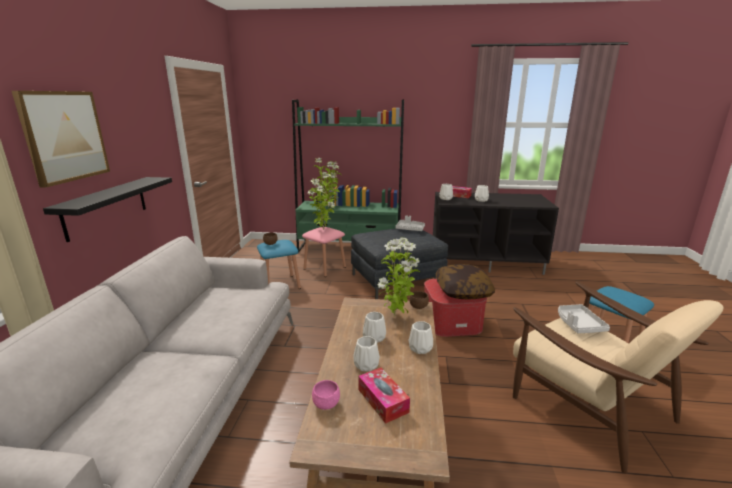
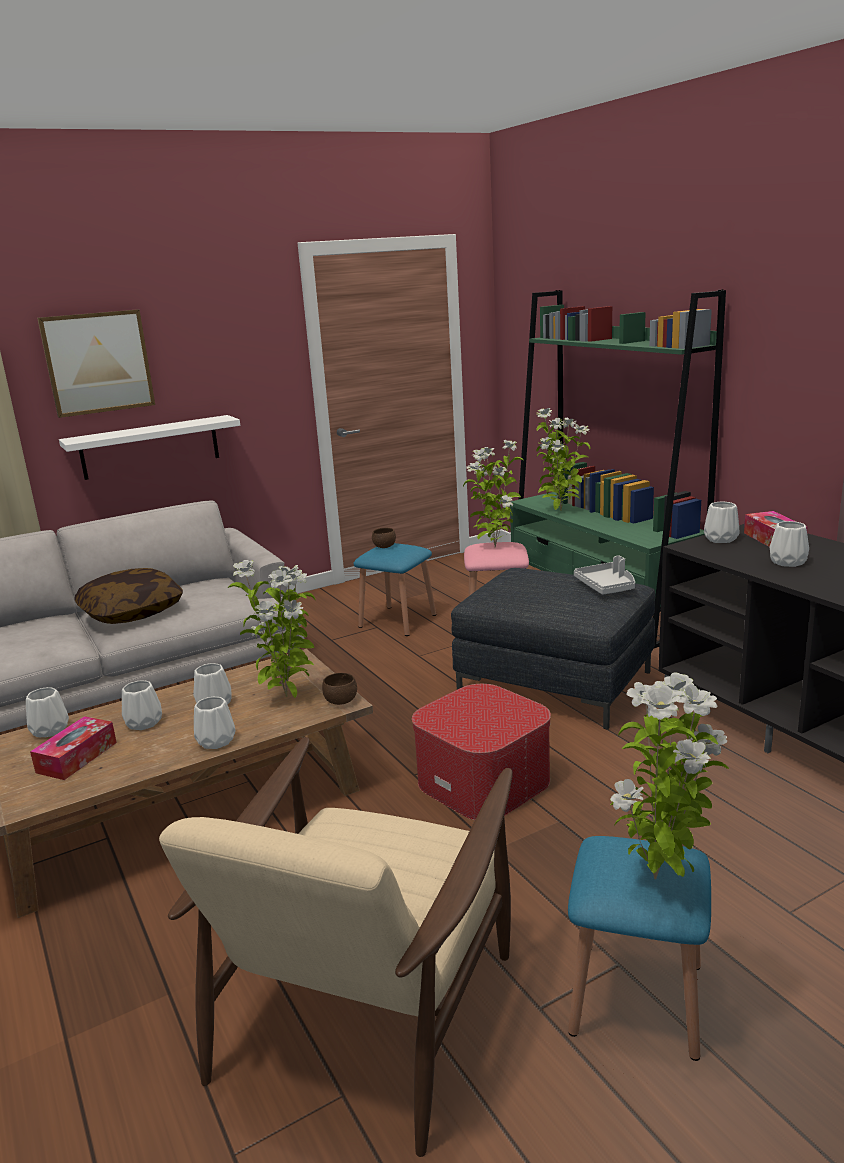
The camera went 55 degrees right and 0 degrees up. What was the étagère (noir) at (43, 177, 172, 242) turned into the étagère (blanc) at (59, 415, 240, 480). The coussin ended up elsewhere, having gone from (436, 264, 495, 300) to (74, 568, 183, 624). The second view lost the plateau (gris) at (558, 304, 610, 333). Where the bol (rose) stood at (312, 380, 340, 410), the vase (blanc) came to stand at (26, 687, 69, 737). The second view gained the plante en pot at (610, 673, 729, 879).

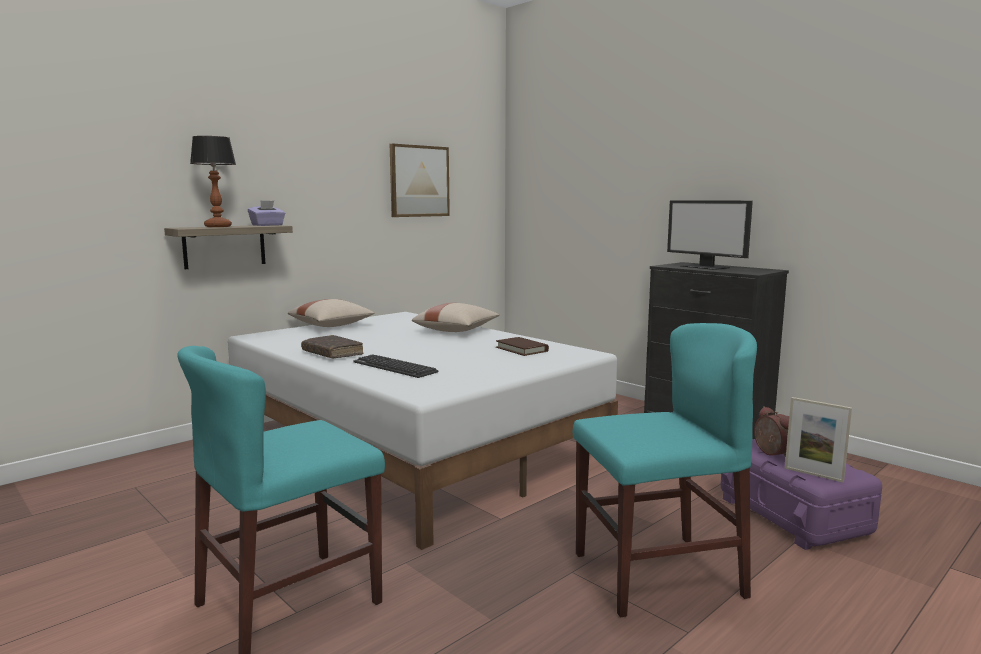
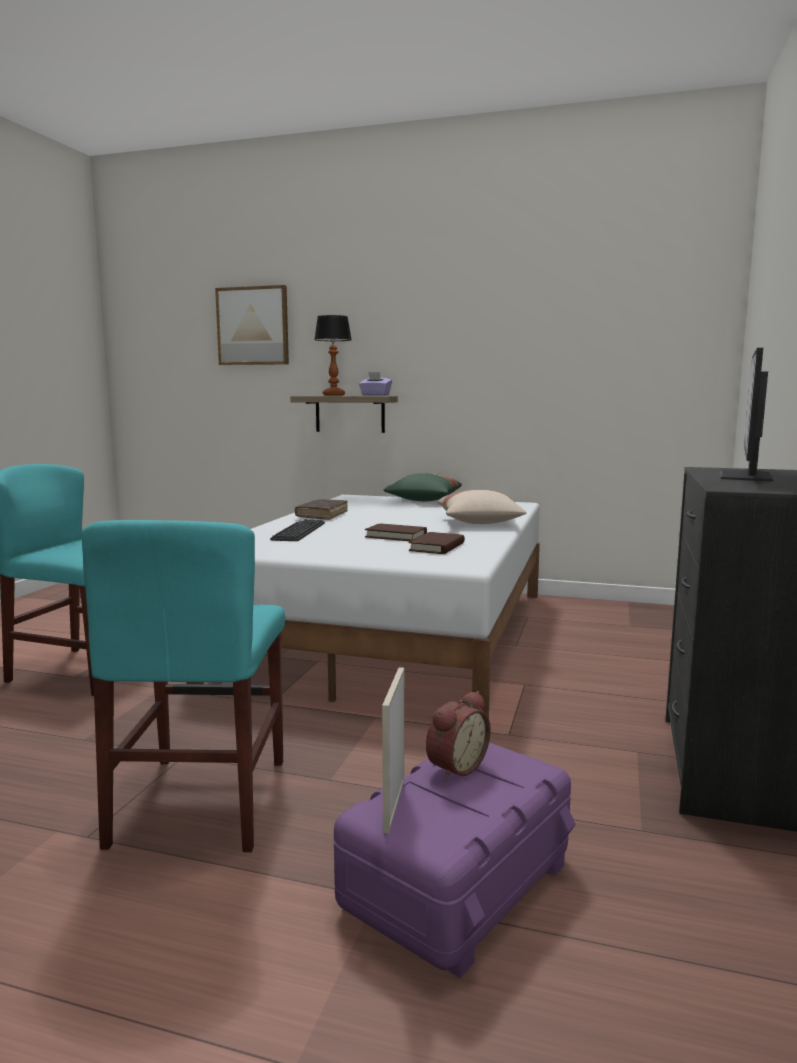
The camera went 60 degrees right and 0 degrees up. The tableau ended up elsewhere, having gone from (390, 143, 450, 217) to (215, 285, 289, 365). What was the coussin (beige) at (288, 299, 375, 327) turned into the coussin (vert) at (384, 473, 462, 501). The chaise (turquoise) at (573, 323, 757, 617) ended up facing another way, 45 degrees clockwise from before. The second view gained the livre (marron) at (365, 523, 427, 541).

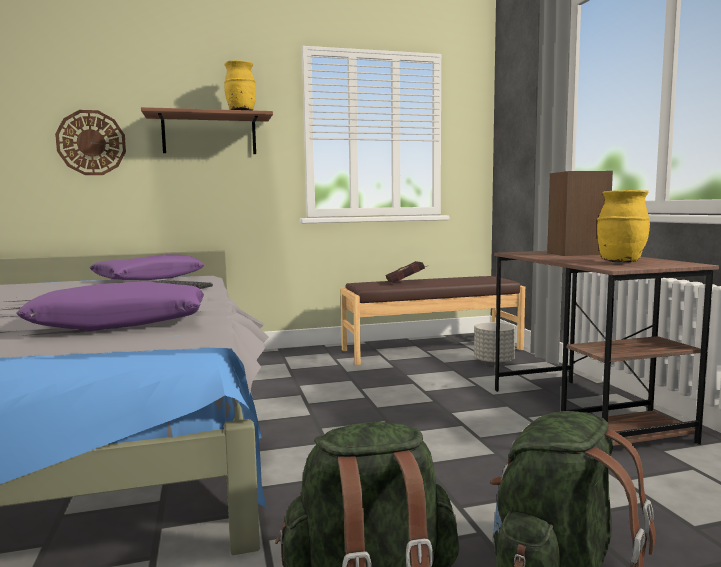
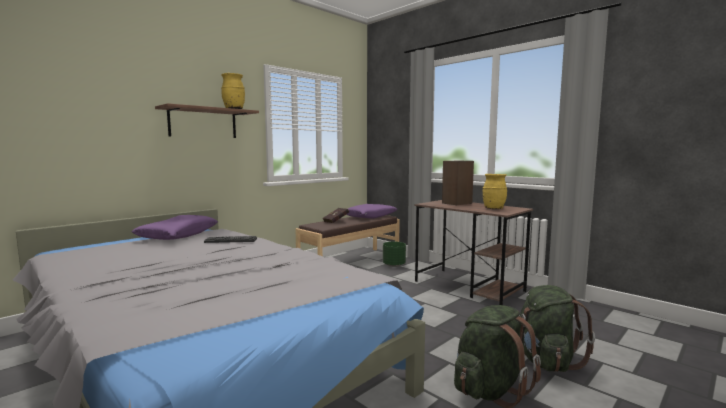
The camera went 30 degrees left and 0 degrees up. The second view lost the horloge murale at (55, 110, 126, 175). The coussin (violet) ended up elsewhere, having gone from (16, 281, 204, 331) to (347, 204, 397, 219). What was the cache-pot (gris) at (474, 322, 515, 365) turned into the cache-pot (vert) at (383, 242, 406, 267).

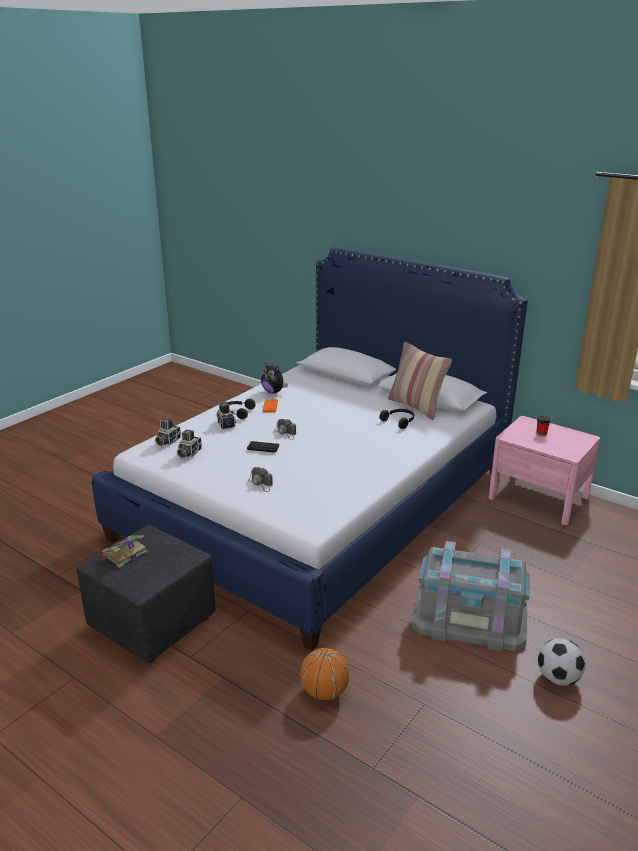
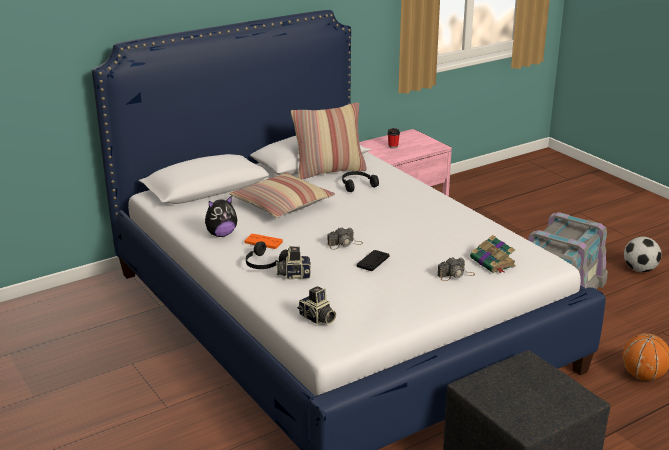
The camera went 70 degrees left and 0 degrees up. The second view lost the appareil photo at (177, 430, 202, 458). The livre ended up elsewhere, having gone from (100, 535, 148, 568) to (470, 235, 516, 273). The second view gained the coussin at (229, 172, 335, 218).

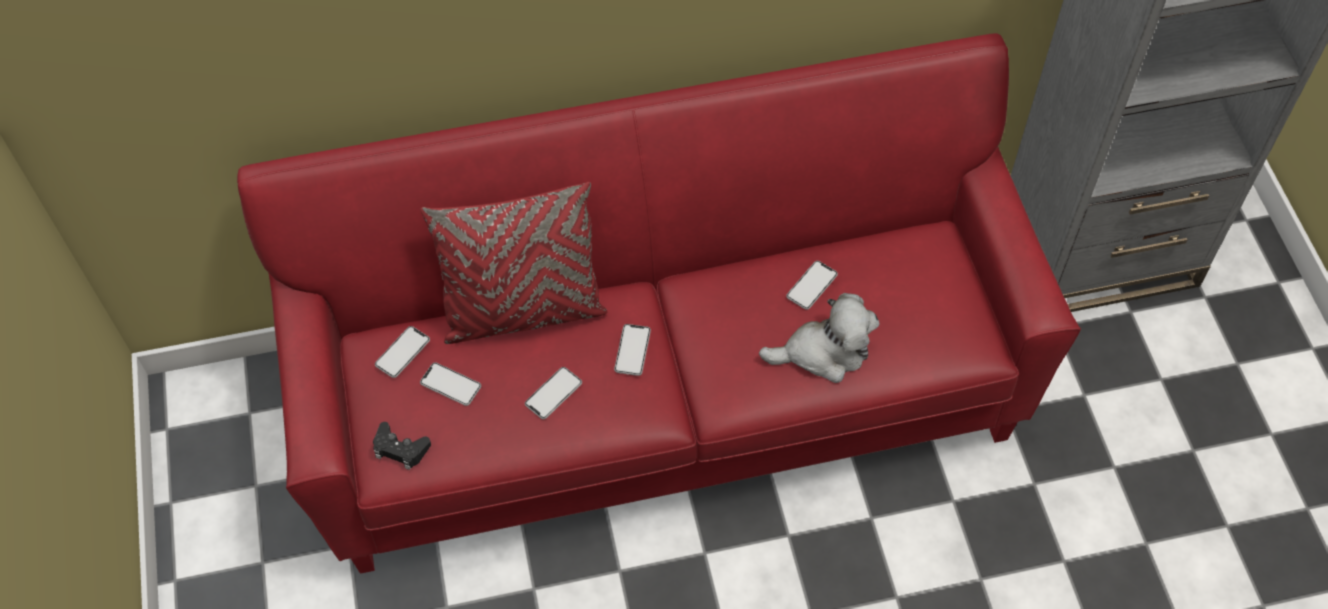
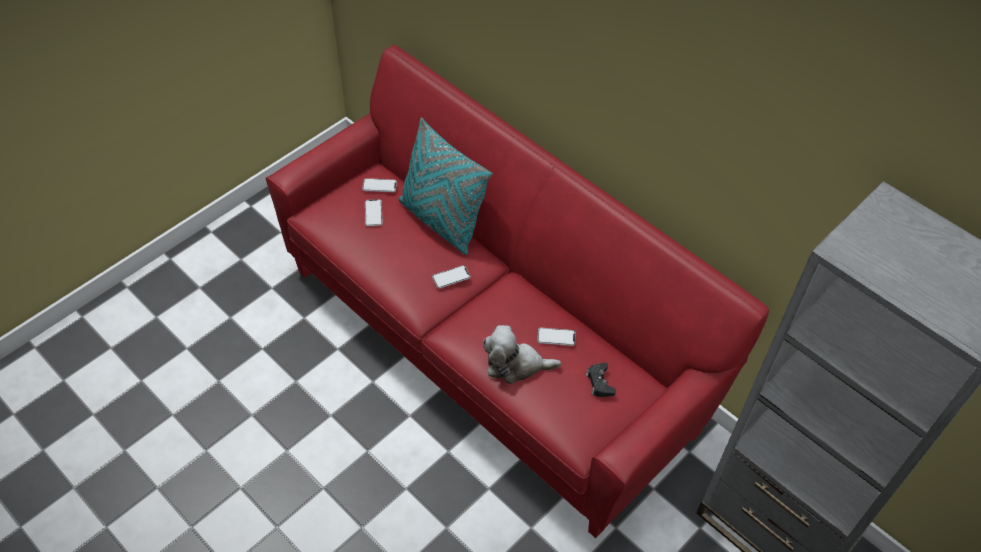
The camera went 55 degrees right and 5 degrees down. What was the coussin (rouge) at (420, 182, 608, 344) turned into the coussin (turquoise) at (398, 118, 493, 255). The peluche at (759, 293, 880, 383) ended up facing another way, 135 degrees clockwise from before. The second view lost the téléphone at (525, 367, 582, 419). The manette (noir) ended up elsewhere, having gone from (373, 422, 431, 470) to (586, 362, 616, 397).

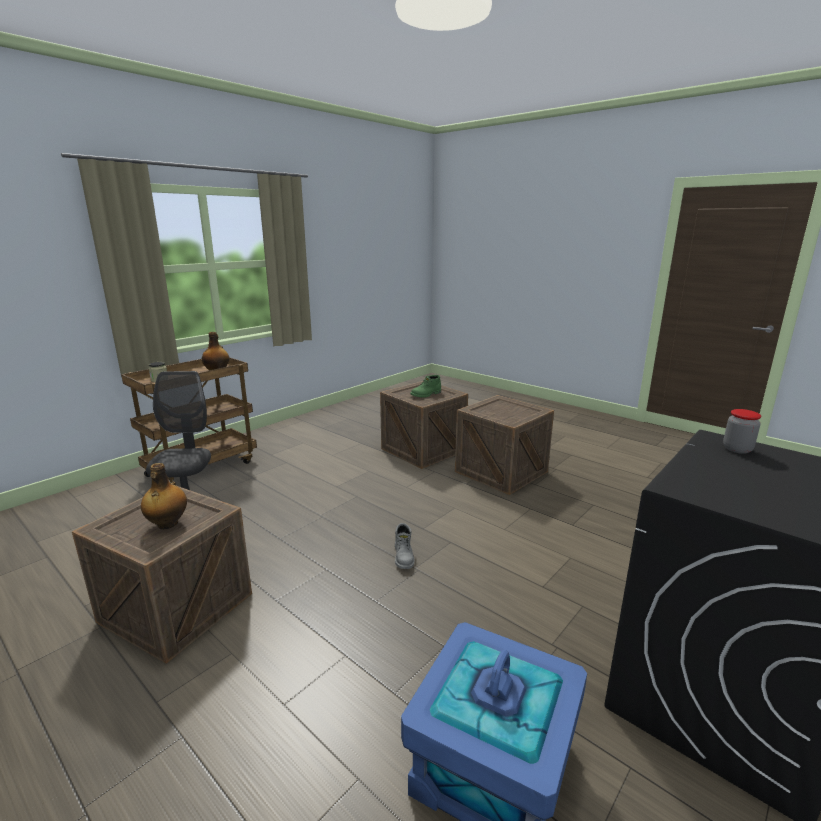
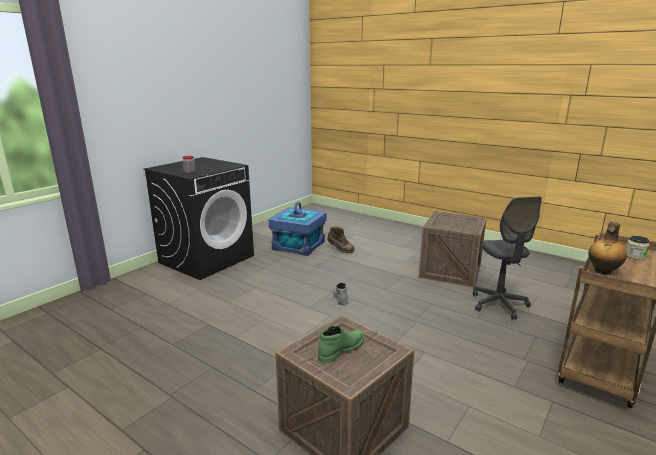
The camera went 175 degrees right and 0 degrees up. The second view lost the caisse at (455, 395, 554, 495). The second view lost the bouteille at (141, 463, 187, 529). The second view gained the botte (marron) at (327, 226, 355, 253).

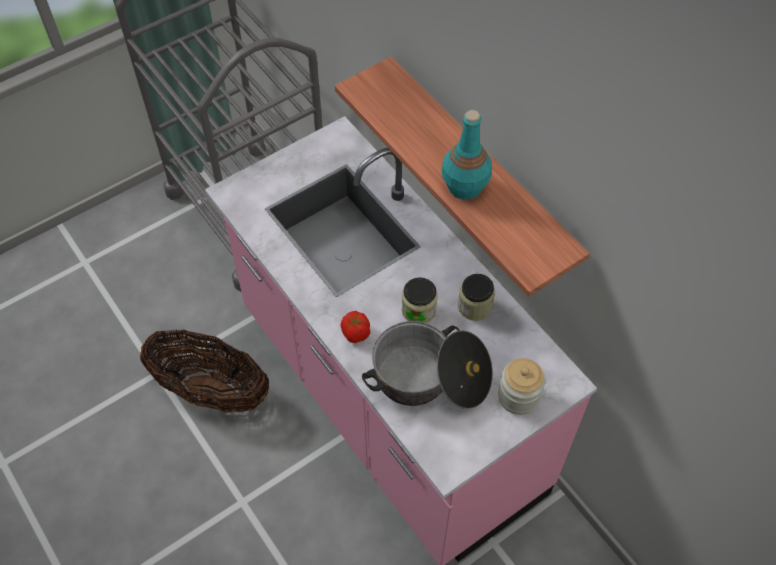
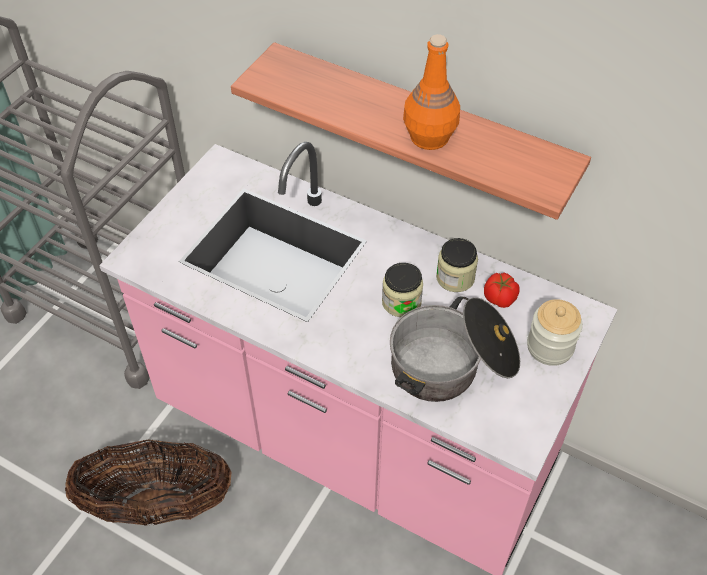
The camera went 25 degrees left and 5 degrees down. What was the bouteille (turquoise) at (442, 110, 492, 200) turned into the bouteille (orange) at (403, 34, 460, 150). The tomate ended up elsewhere, having gone from (341, 311, 370, 343) to (484, 272, 519, 308).

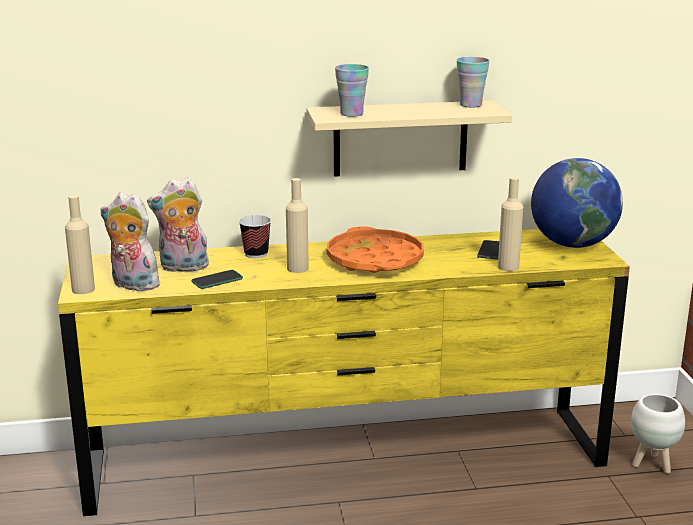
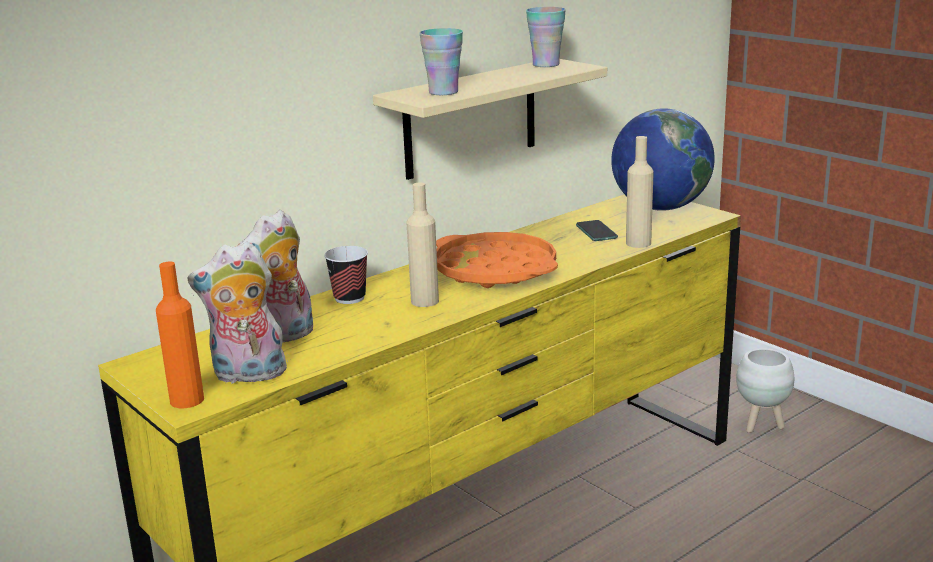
The camera went 30 degrees left and 0 degrees up. What was the bouteille (beige) at (65, 195, 95, 294) turned into the bouteille (orange) at (156, 262, 204, 408). The second view lost the téléphone at (191, 270, 243, 289).

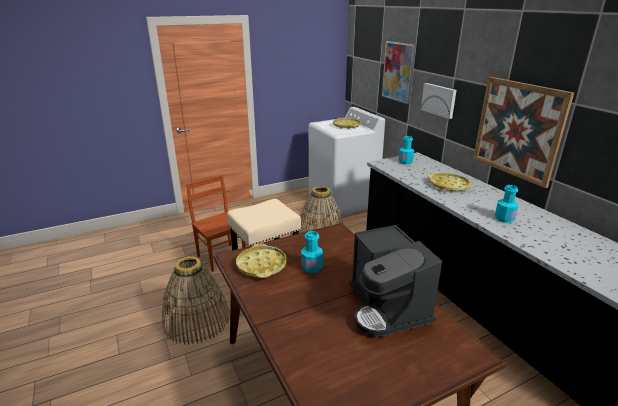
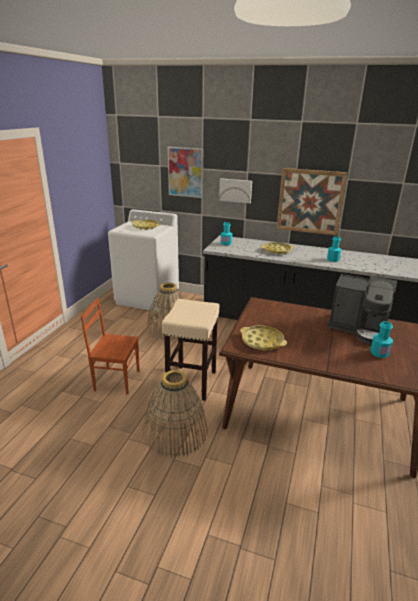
The camera went 45 degrees left and 0 degrees up. The bouteille (turquoise) ended up elsewhere, having gone from (301, 231, 323, 273) to (370, 321, 393, 358).

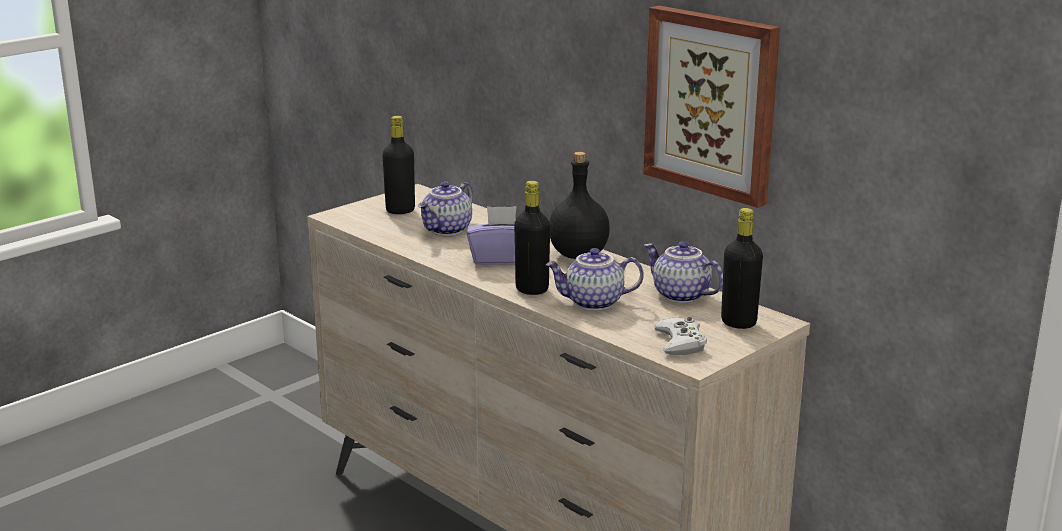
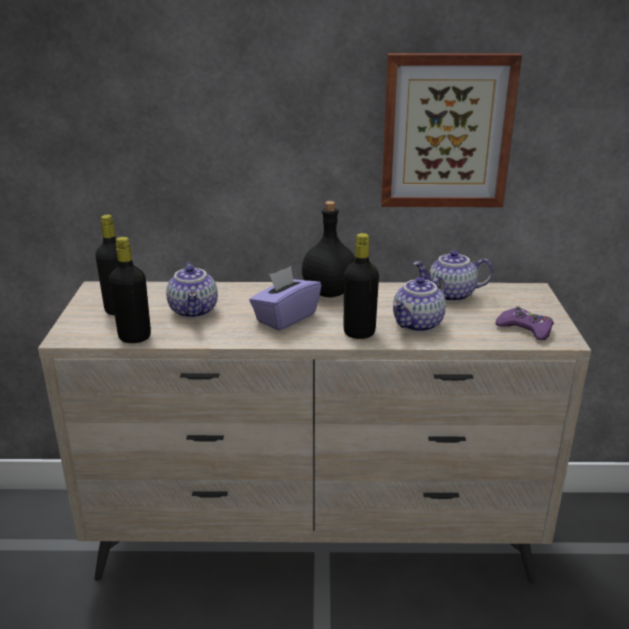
The camera went 45 degrees left and 5 degrees up. The bouteille (noir) ended up elsewhere, having gone from (721, 208, 763, 329) to (109, 237, 151, 343). What was the manette (blanc) at (655, 317, 707, 355) turned into the manette (violet) at (495, 306, 554, 340).

